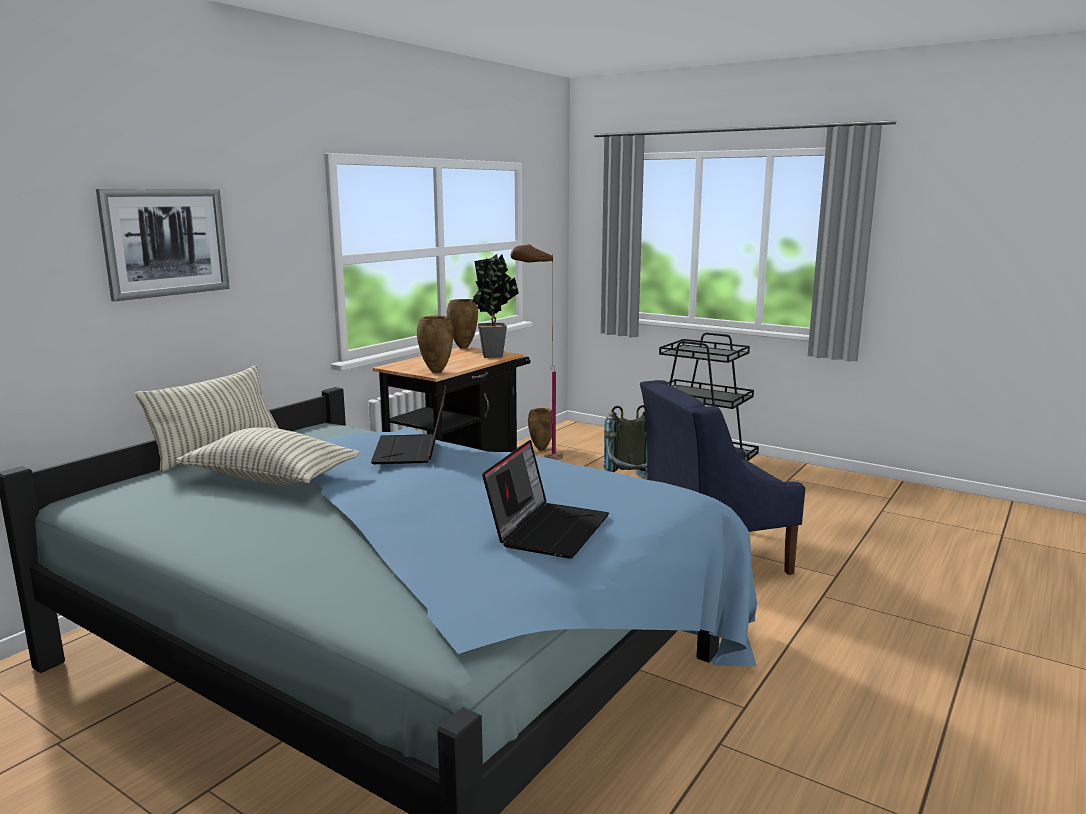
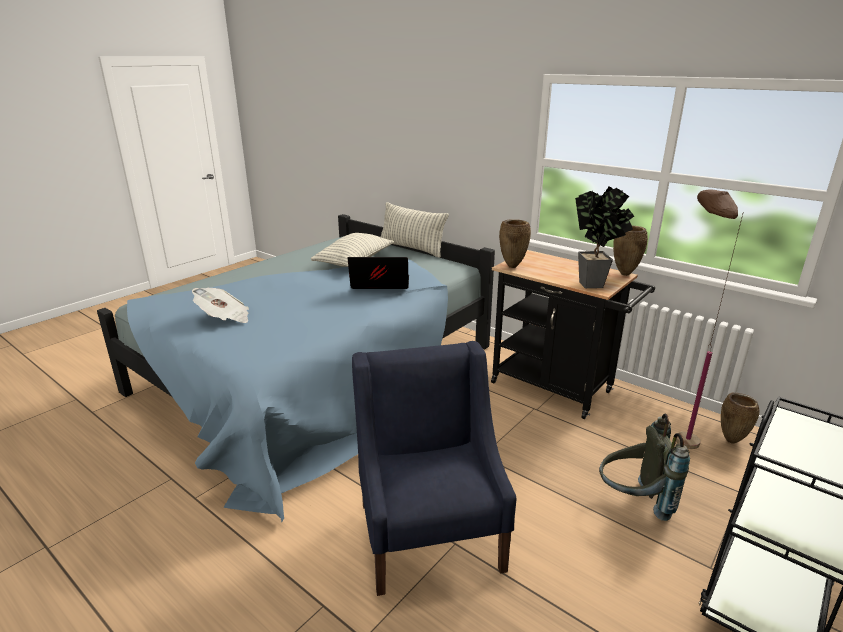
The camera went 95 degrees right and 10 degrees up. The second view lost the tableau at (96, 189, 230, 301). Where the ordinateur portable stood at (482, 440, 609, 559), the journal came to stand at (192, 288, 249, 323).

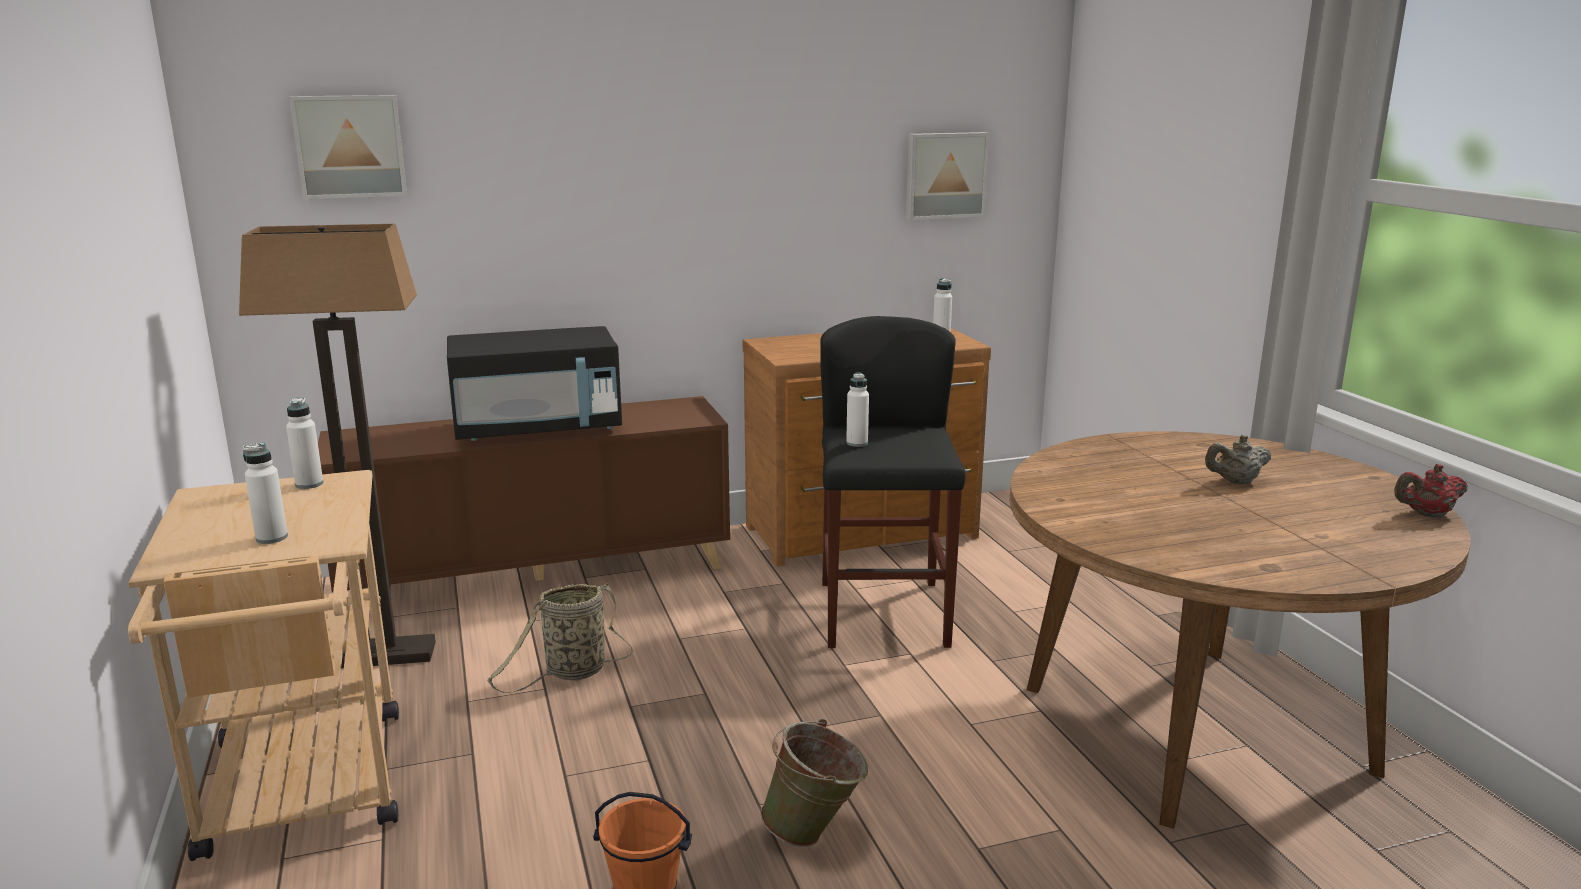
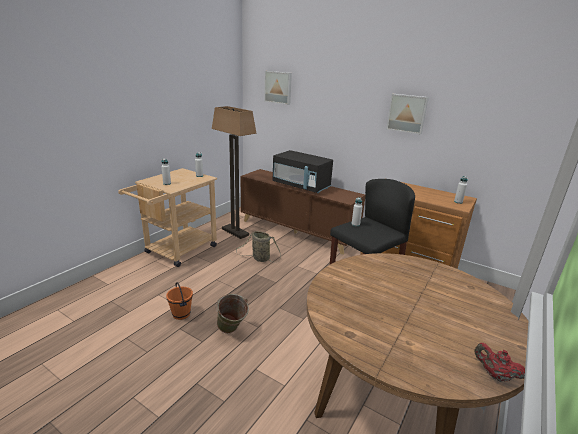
The camera went 50 degrees right and 5 degrees up. The tableau ended up elsewhere, having gone from (906, 132, 989, 220) to (386, 94, 429, 134). The second view lost the théière (beige) at (1205, 435, 1271, 484).

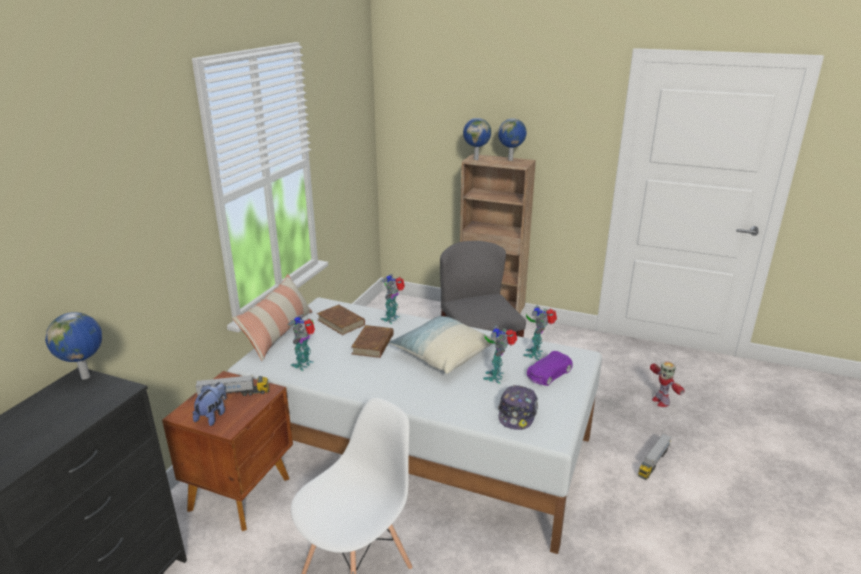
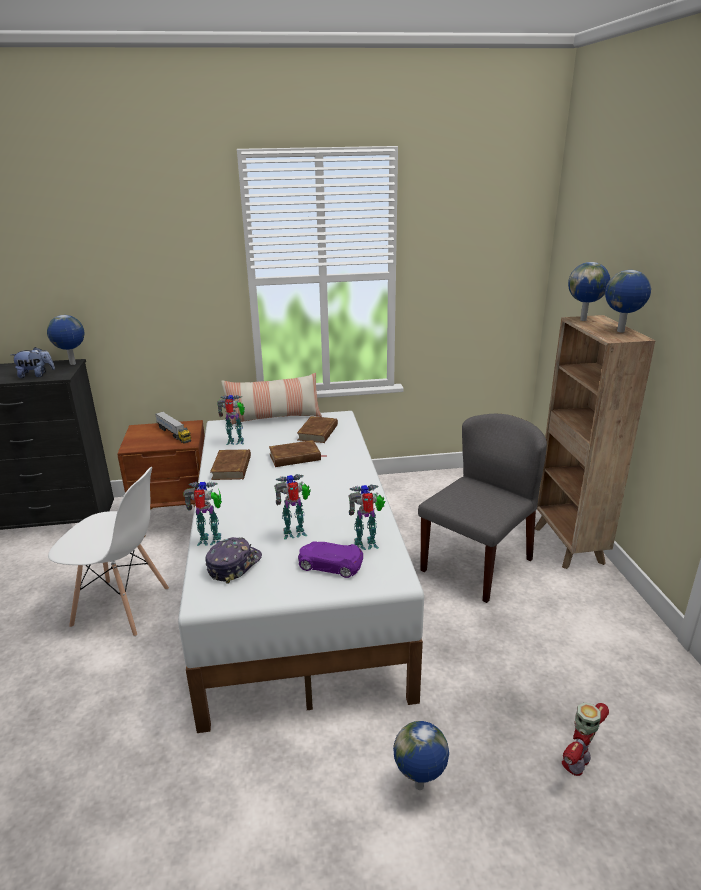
The camera went 60 degrees right and 0 degrees up. The robot jouet ended up elsewhere, having gone from (380, 274, 405, 324) to (183, 481, 222, 546). The second view lost the coussin at (389, 315, 493, 374). The peluche ended up elsewhere, having gone from (193, 382, 226, 426) to (11, 347, 55, 378). The casquette at (498, 385, 538, 430) ended up facing another way, 135 degrees clockwise from before. Where the camion jouet stood at (638, 434, 672, 480), the globe came to stand at (393, 721, 449, 790). The second view gained the livre (marron) at (210, 449, 251, 480).

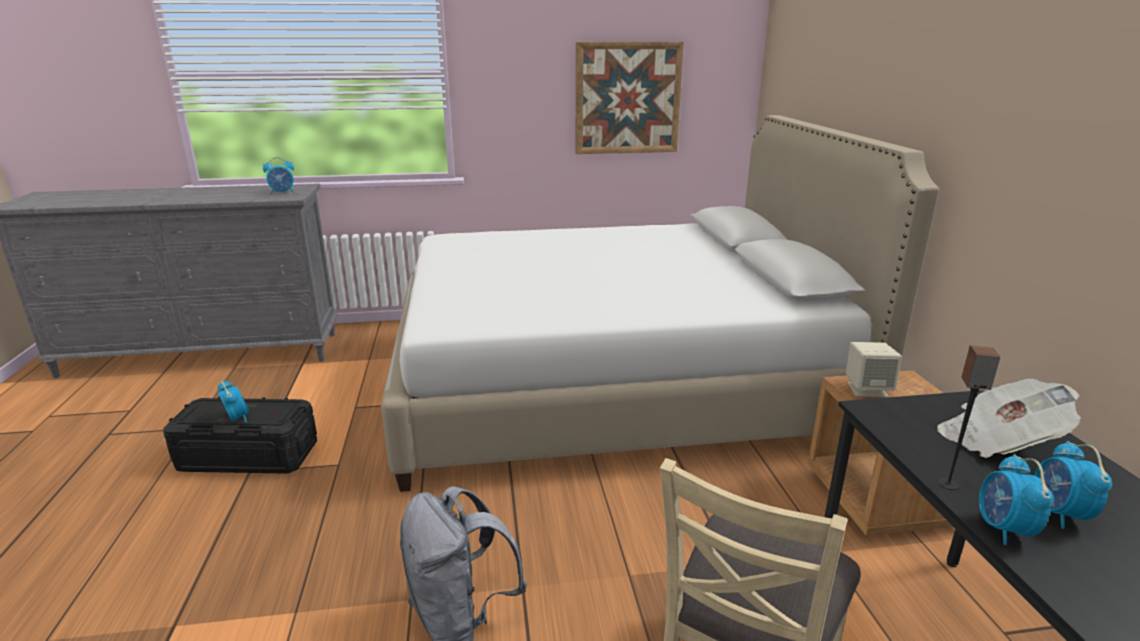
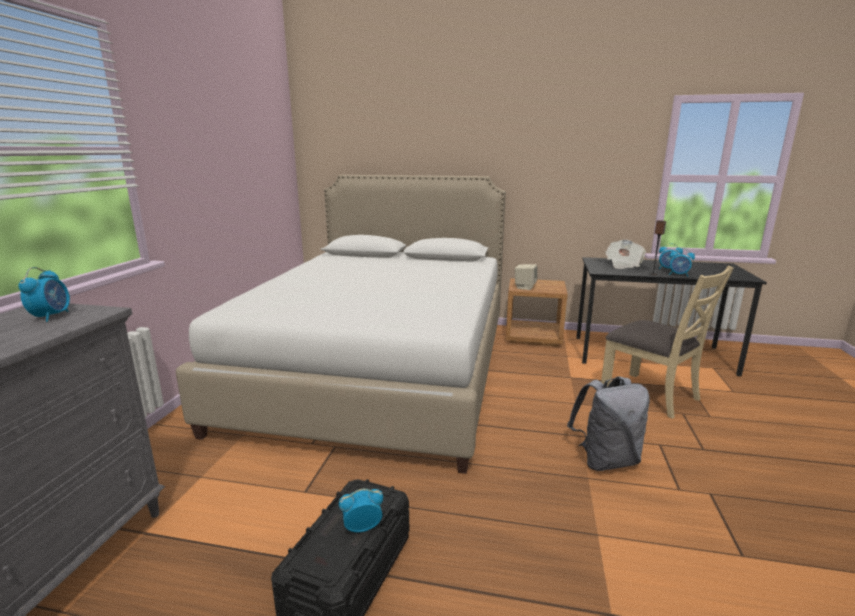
The camera went 70 degrees left and 5 degrees down. The second view lost the tableau at (576, 42, 684, 154).

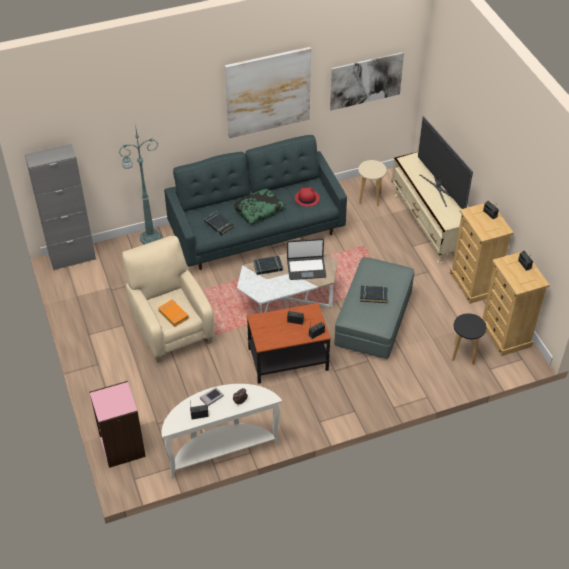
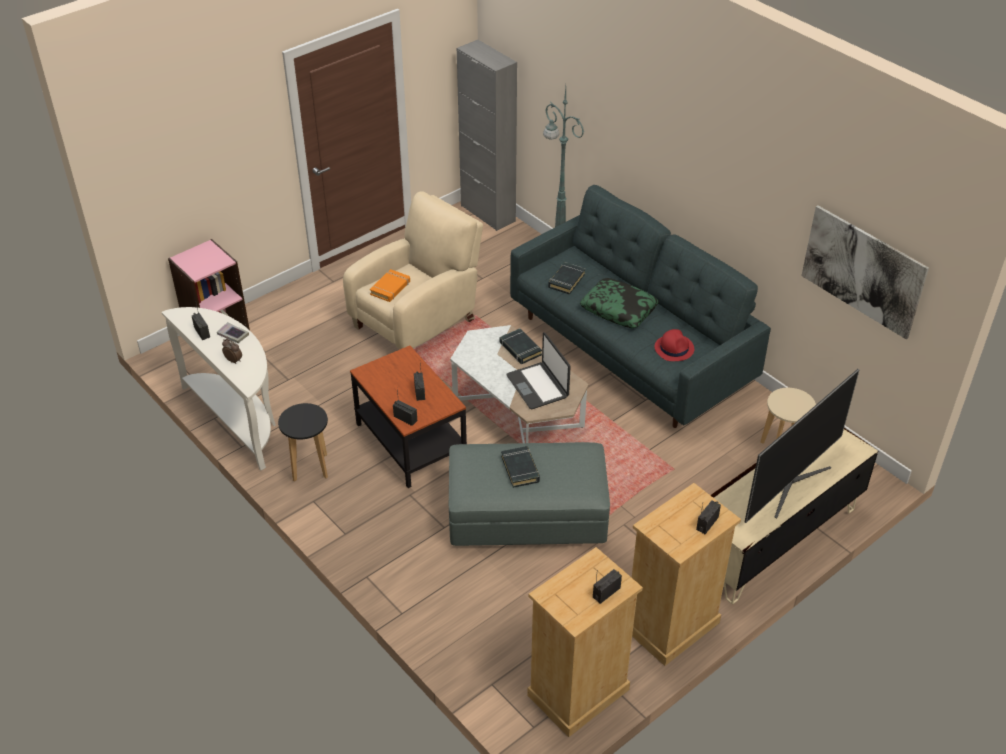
The camera went 70 degrees right and 5 degrees down. The second view lost the tableau at (225, 47, 311, 138). The tabouret (noir) ended up elsewhere, having gone from (452, 313, 486, 365) to (278, 403, 328, 482).

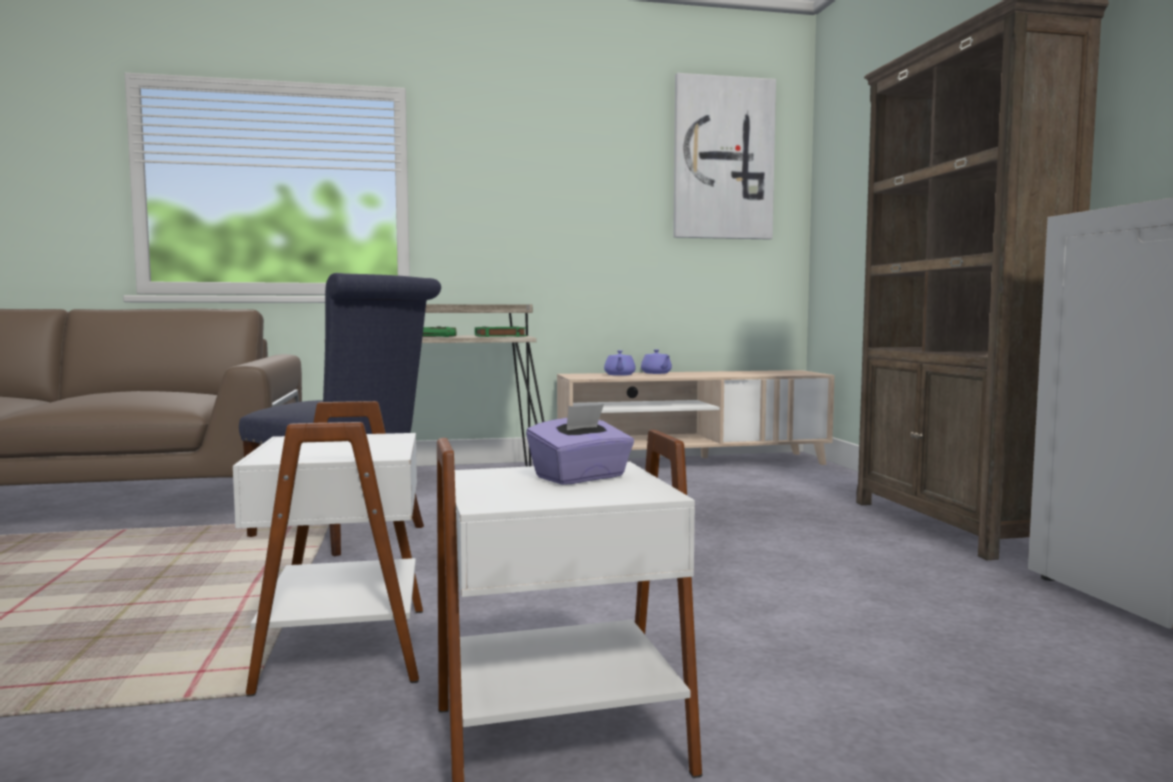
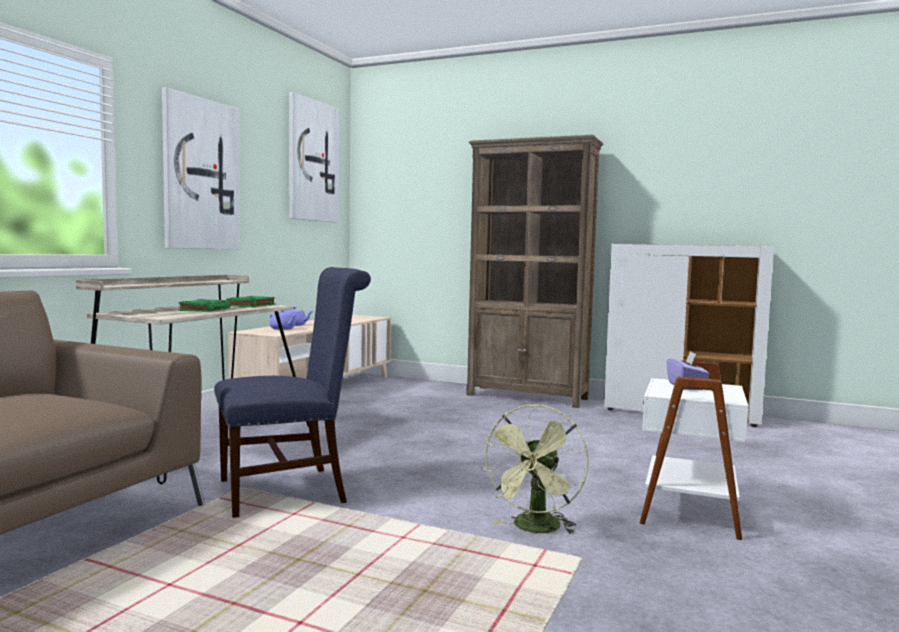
The camera went 55 degrees left and 0 degrees up. Where the table d'appoint (blanc) stood at (233, 401, 423, 697), the ventilateur (vert) came to stand at (481, 404, 589, 535). The second view gained the tableau at (162, 87, 241, 249).

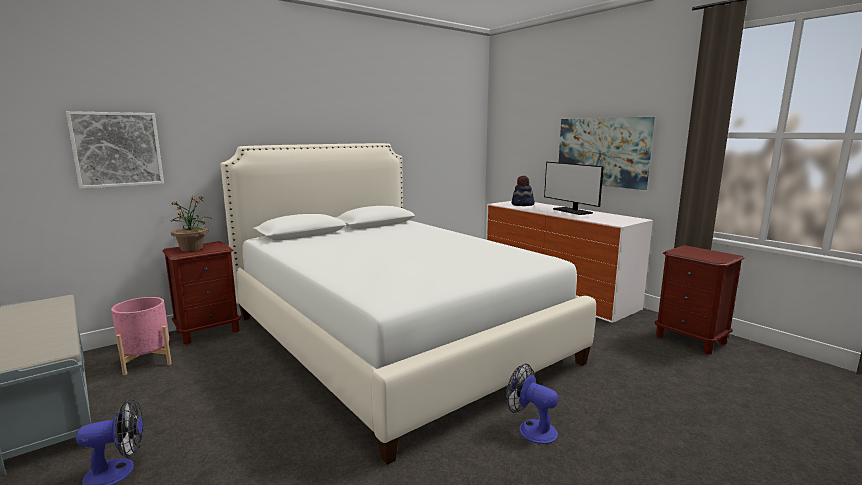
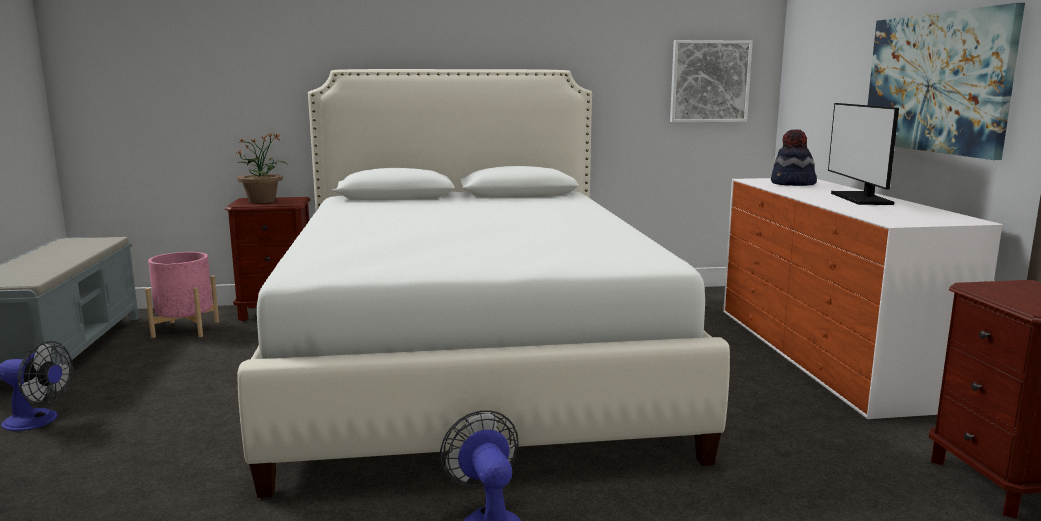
The camera went 30 degrees right and 0 degrees up. The tableau ended up elsewhere, having gone from (66, 111, 164, 189) to (670, 40, 753, 122).

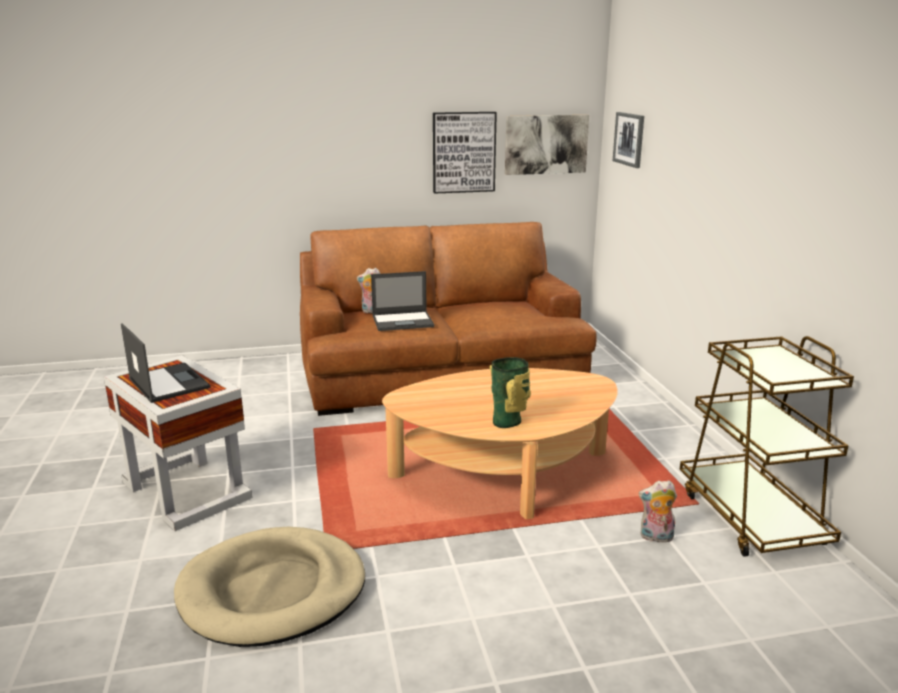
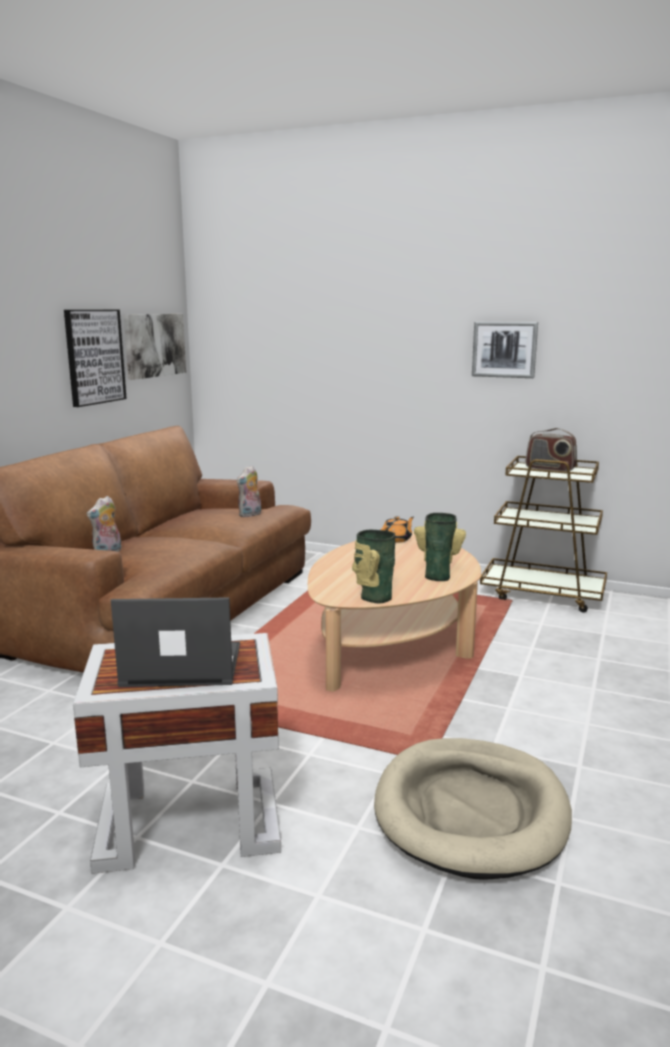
The camera went 55 degrees left and 5 degrees down. The tableau ended up elsewhere, having gone from (613, 112, 644, 168) to (472, 322, 538, 378). The second view lost the ordinateur portable at (371, 271, 434, 331). The peluche ended up elsewhere, having gone from (639, 480, 677, 542) to (236, 465, 261, 517). The second view gained the radio at (526, 428, 577, 472). The second view gained the théière (orange) at (381, 516, 414, 542). The second view gained the vase at (352, 530, 395, 604).

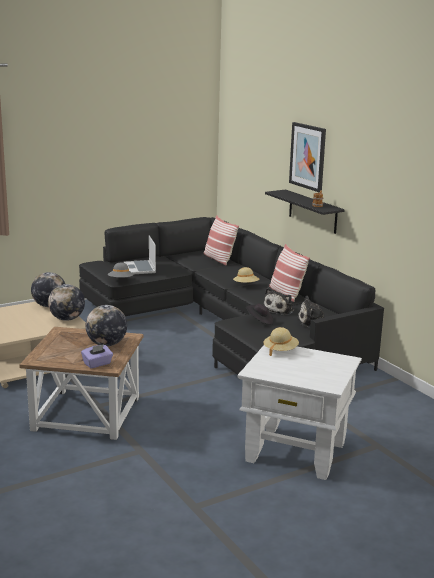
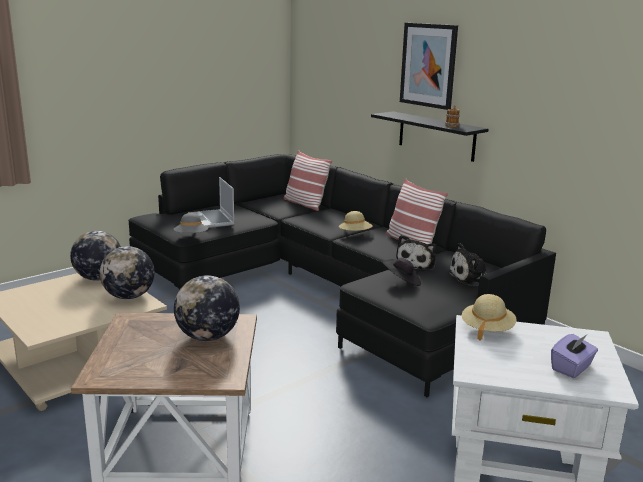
The camera went 10 degrees left and 0 degrees up. The boîte à mouchoirs (violet) ended up elsewhere, having gone from (81, 344, 113, 368) to (551, 334, 598, 378).

